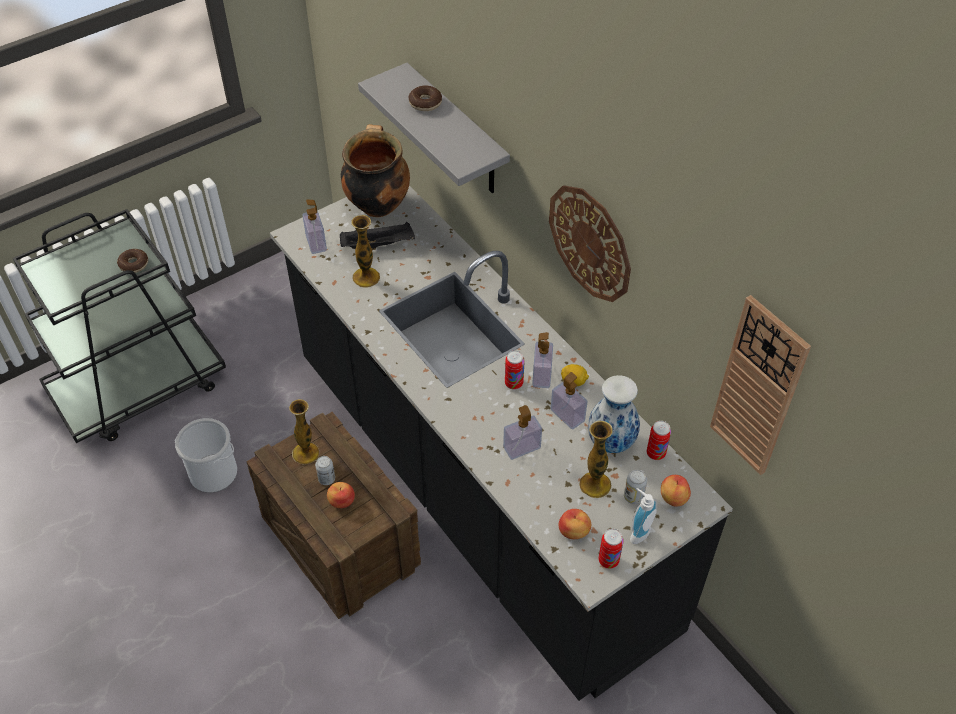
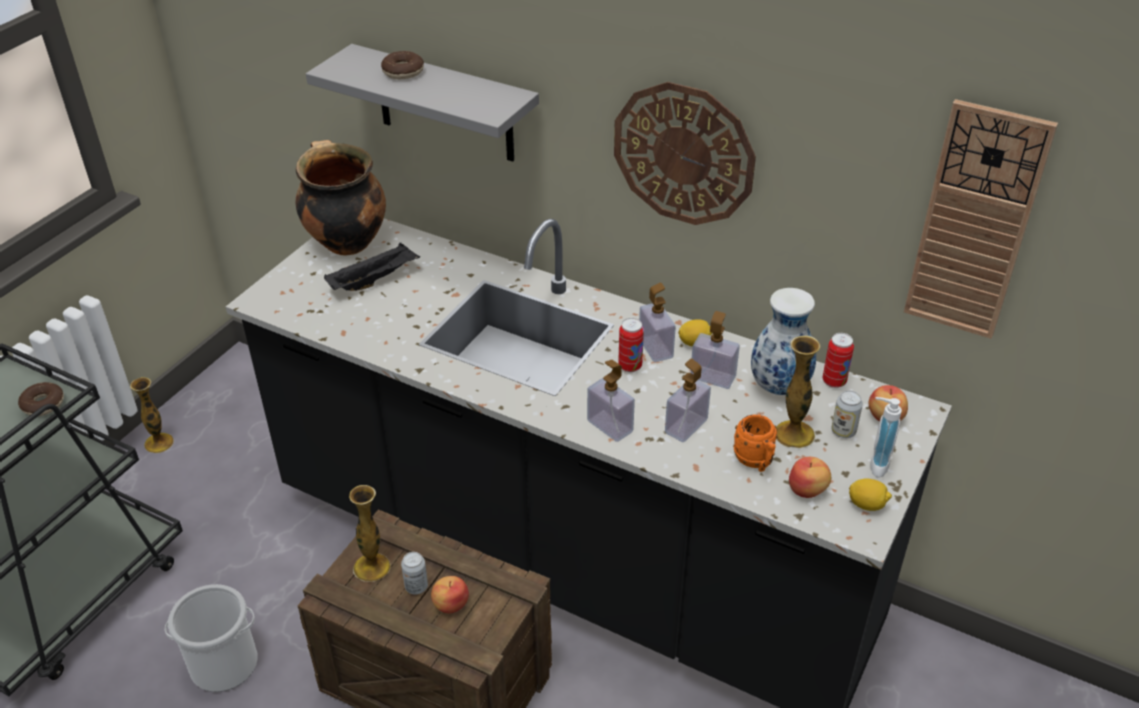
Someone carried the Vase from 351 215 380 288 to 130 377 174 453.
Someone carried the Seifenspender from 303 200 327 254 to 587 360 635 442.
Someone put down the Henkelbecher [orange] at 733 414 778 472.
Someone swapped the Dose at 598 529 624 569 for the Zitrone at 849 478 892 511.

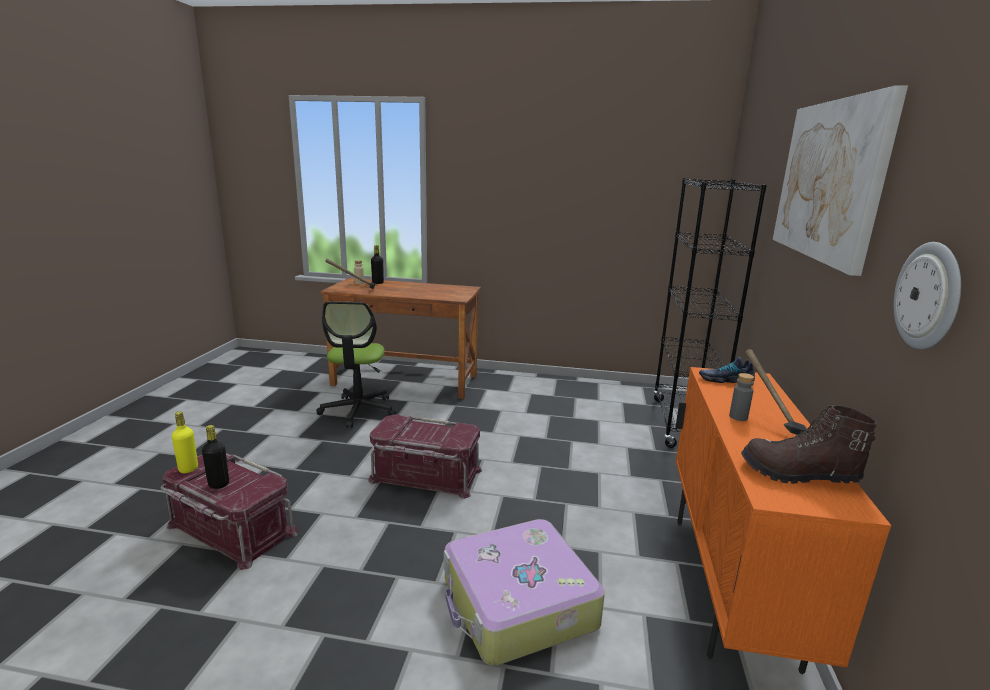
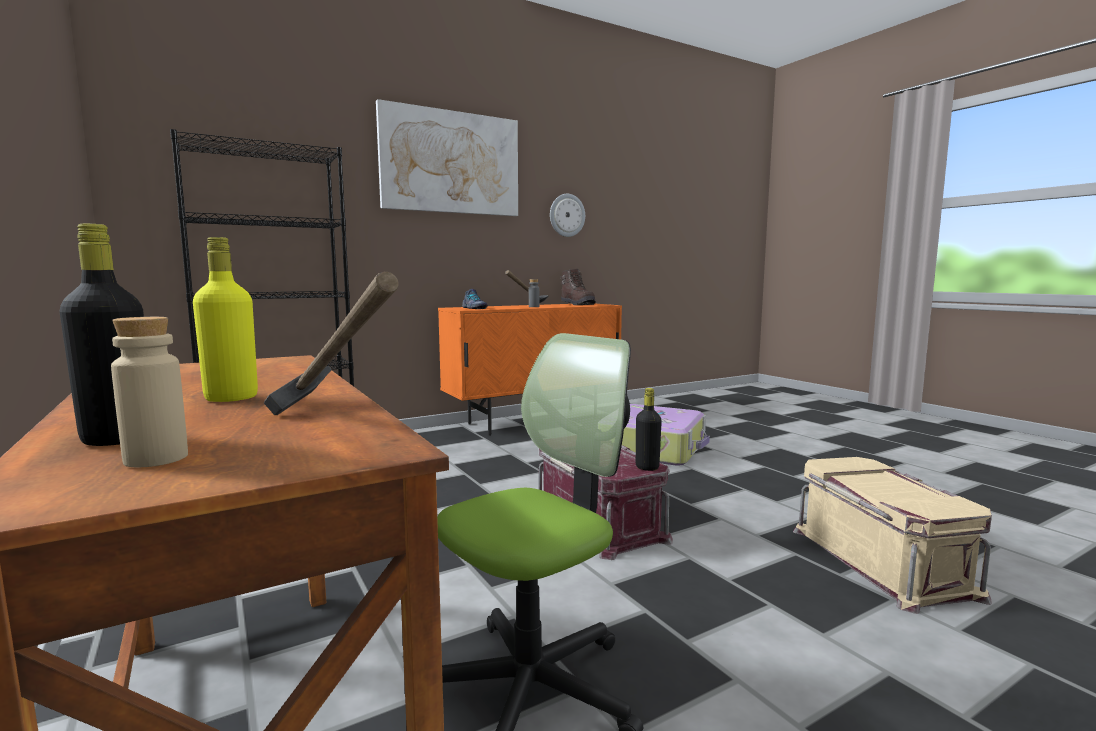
Someone carried the Flasche [gelb] from 172 411 198 473 to 193 237 258 402.
Someone carried the Flasche [schwarz] from 202 425 229 489 to 636 388 662 471.
Someone repainted the Aufbewahrungsbox [rot] at 161 453 298 570, which became the Aufbewahrungsbox [beige] at 793 457 992 614.

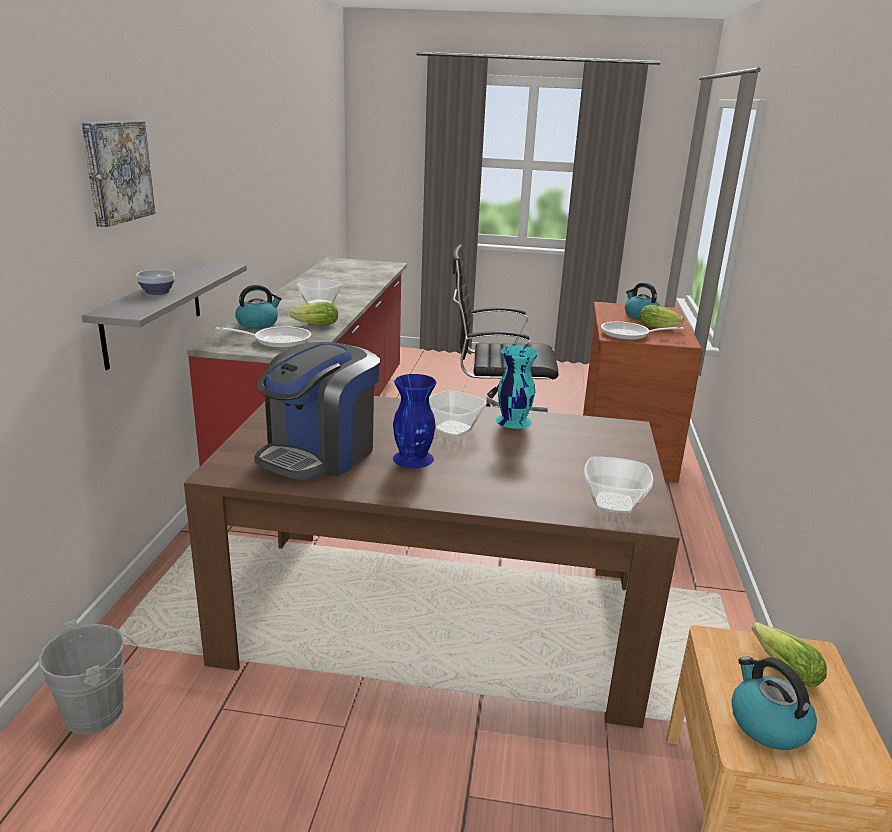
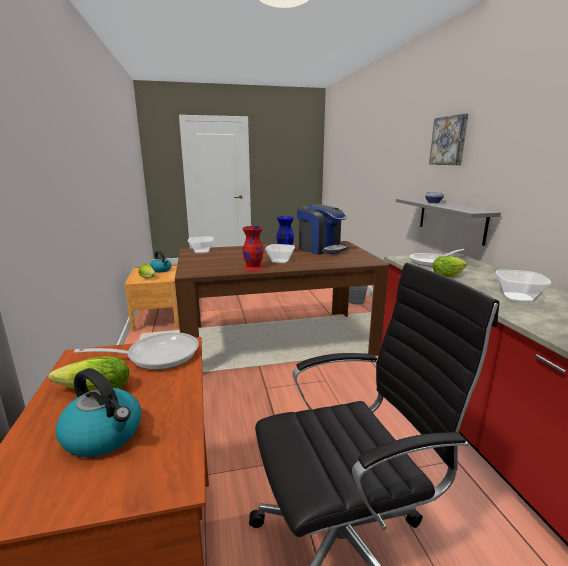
Someone repainted the Vase [türkis] at 496 346 538 429, which became the Vase [rot] at 242 226 264 271.
Someone rotated the Kaffeemaschine at 254 342 380 480 by 120 degrees clockwise.
Someone took away the Wasserkessel at 235 285 282 328.

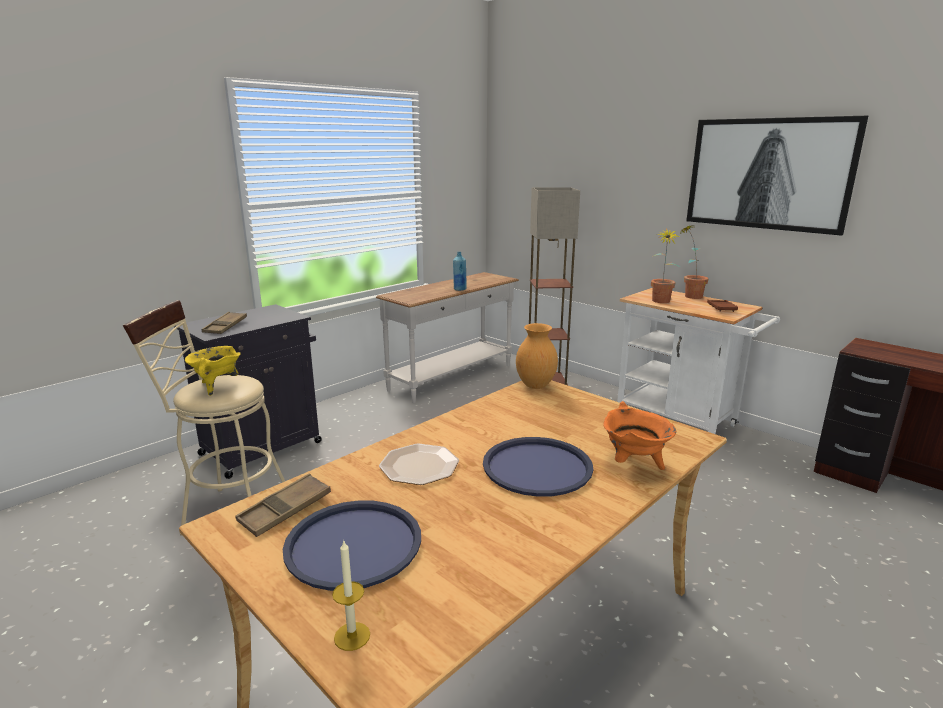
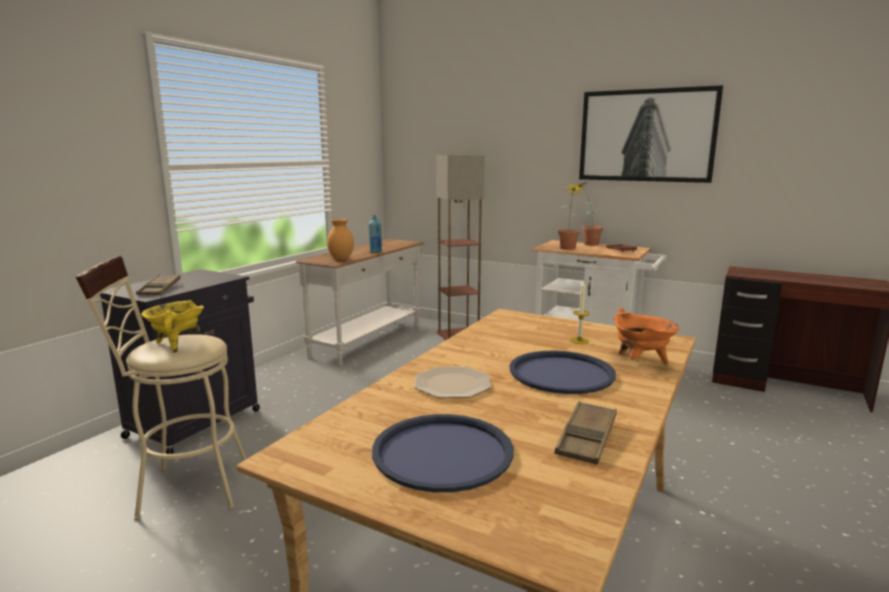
Someone carried the Vase [braun] from 516 323 558 389 to 327 219 354 260.
Someone carried the Tablett [braun] from 235 474 331 537 to 554 401 617 465.
Someone carried the Kerze from 332 541 370 651 to 570 280 590 344.

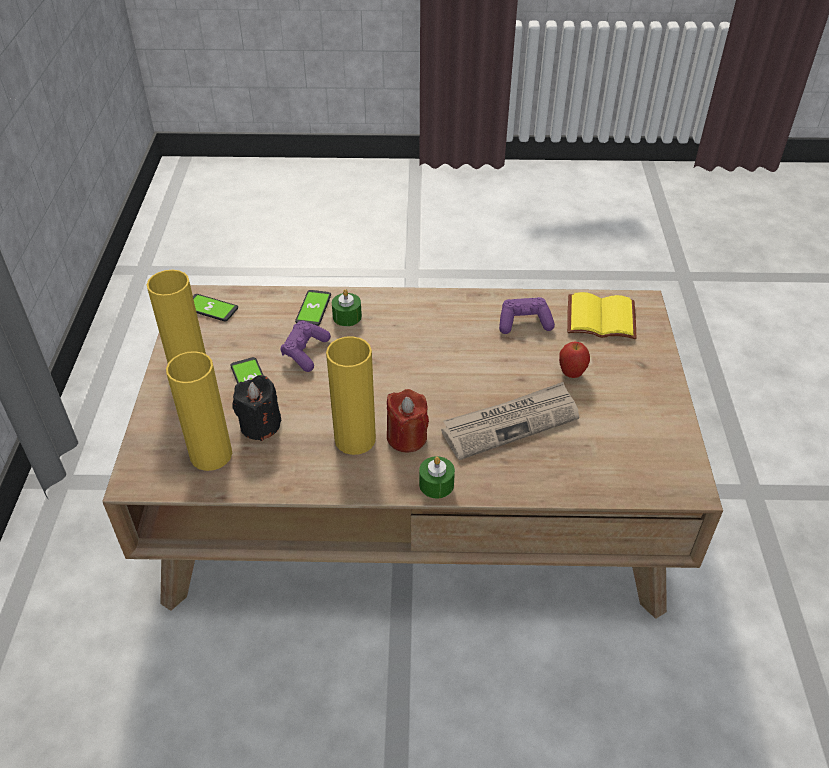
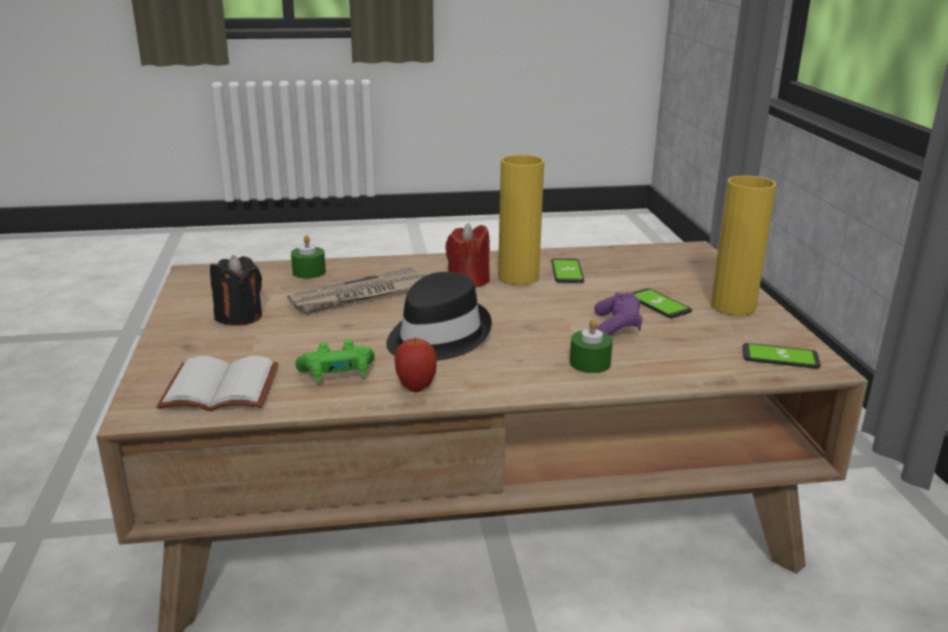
Someone repainted the Buch [gelb] at 567 292 636 339, which became the Buch [weiß] at 156 356 278 411.
Someone carried the Kerze [schwarz] from 232 375 282 441 to 210 255 262 326.
Someone carried the Kerze [grün] from 419 456 455 498 to 291 235 326 279.
Someone repainted the Gamepad [lila] at 499 297 555 334, which became the Gamepad [grün] at 295 339 375 382.
Someone put down the Hut [schwarz] at 386 272 492 361.
Someone carried the Apfel from 559 342 590 378 to 395 338 437 392.
Someone carried the Handy from 295 290 331 326 to 551 258 584 283.
Someone took away the Vase [gelb] at 166 351 232 471.

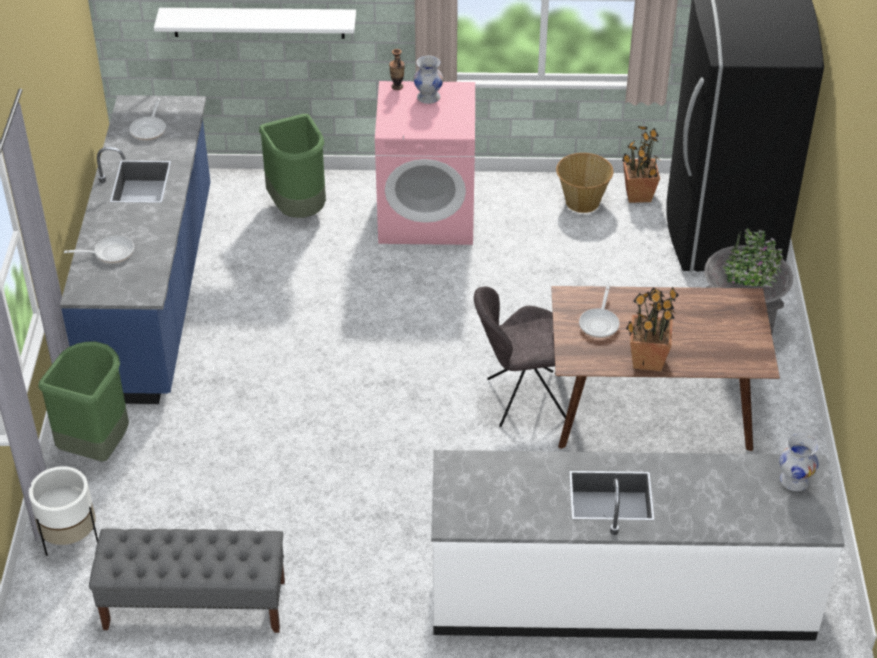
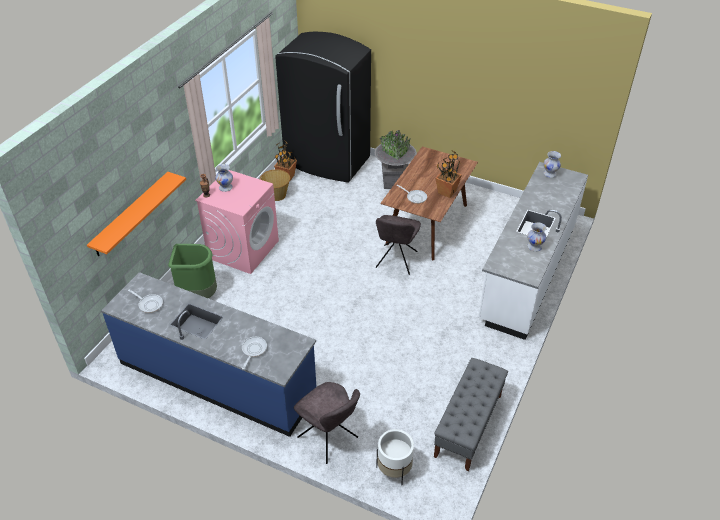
Someone repainted the Wandregal [weiß] at 154 8 356 39, which became the Wandregal [orange] at 87 172 186 256.
Someone swapped the Mülleimer [grün] at 39 341 129 461 for the Stuhl [grau] at 293 382 360 464.
Someone put down the Vase [weiß] at 527 222 546 252.

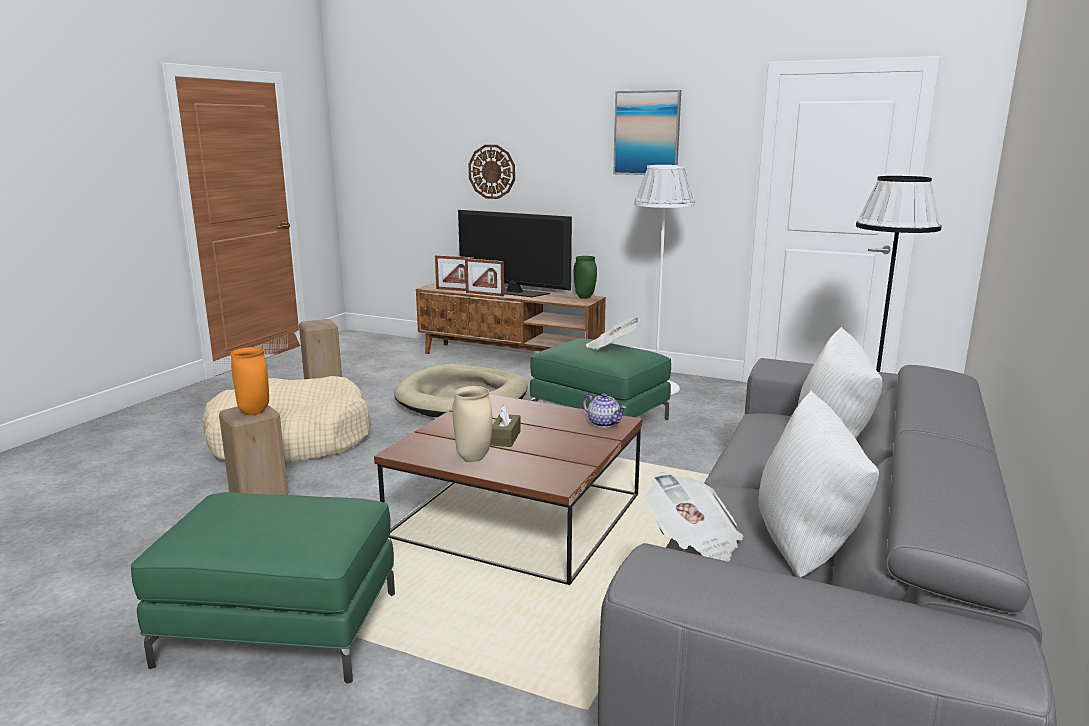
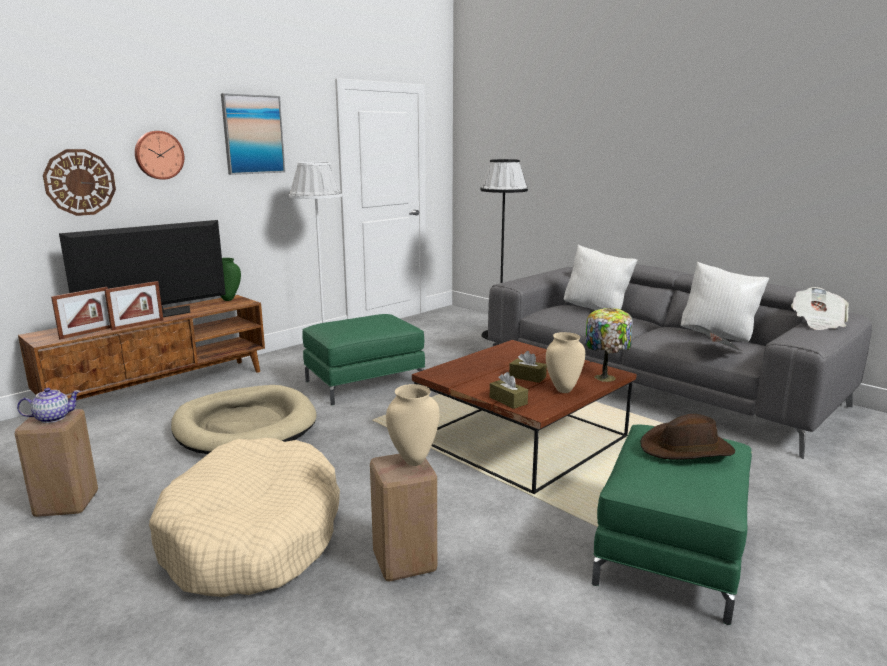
Someone carried the Teekanne from 583 393 626 428 to 17 388 80 423.
Someone put up the Wanduhr at 135 131 184 180.
Someone repainted the Vase [orange] at 231 347 269 415, which became the Vase [beige] at 386 384 440 466.
Someone put down the Taschentuchbox [braun] at 490 372 528 409.
Someone put down the Tischlampe at 585 308 632 382.
Someone put down the Hut [braun] at 640 414 735 460.
Someone carried the Zeitung from 585 317 641 350 to 791 287 849 330.

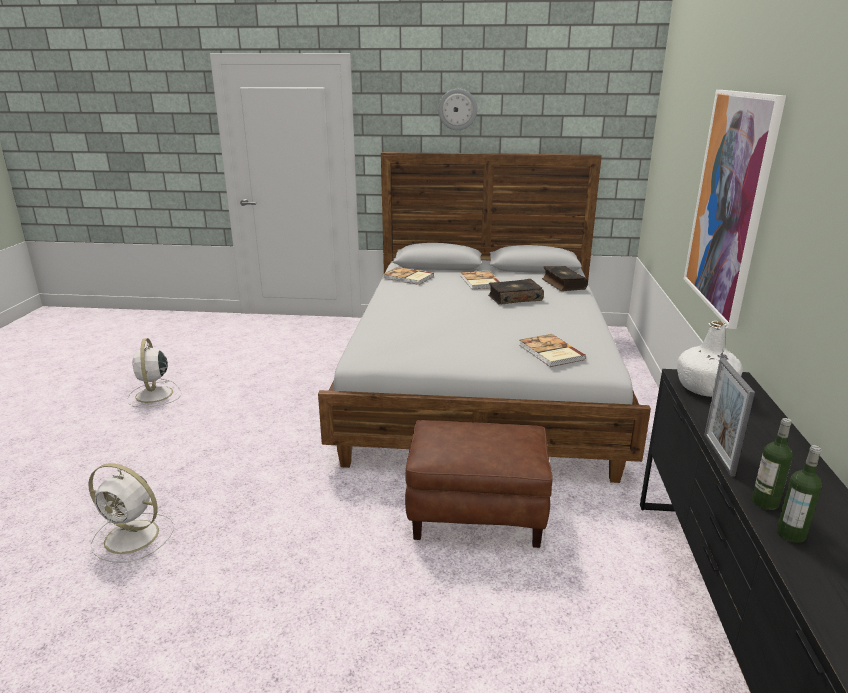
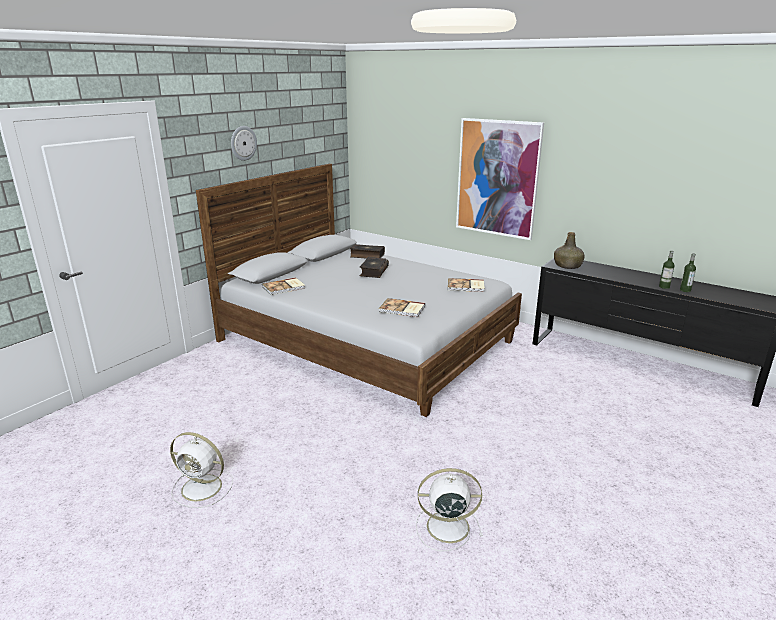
Someone carried the Buch from 461 271 500 289 to 379 298 425 317.
Someone rotated the Ventilator [weiß] at 88 463 174 562 by 135 degrees counterclockwise.
Someone repainted the Flasche [weiß] at 677 321 743 397, which became the Flasche [grün] at 554 232 585 269.
Someone took away the Polsterhocker [braun] at 405 420 553 548.
Someone took away the Bilderrahmen at 704 358 755 477.

